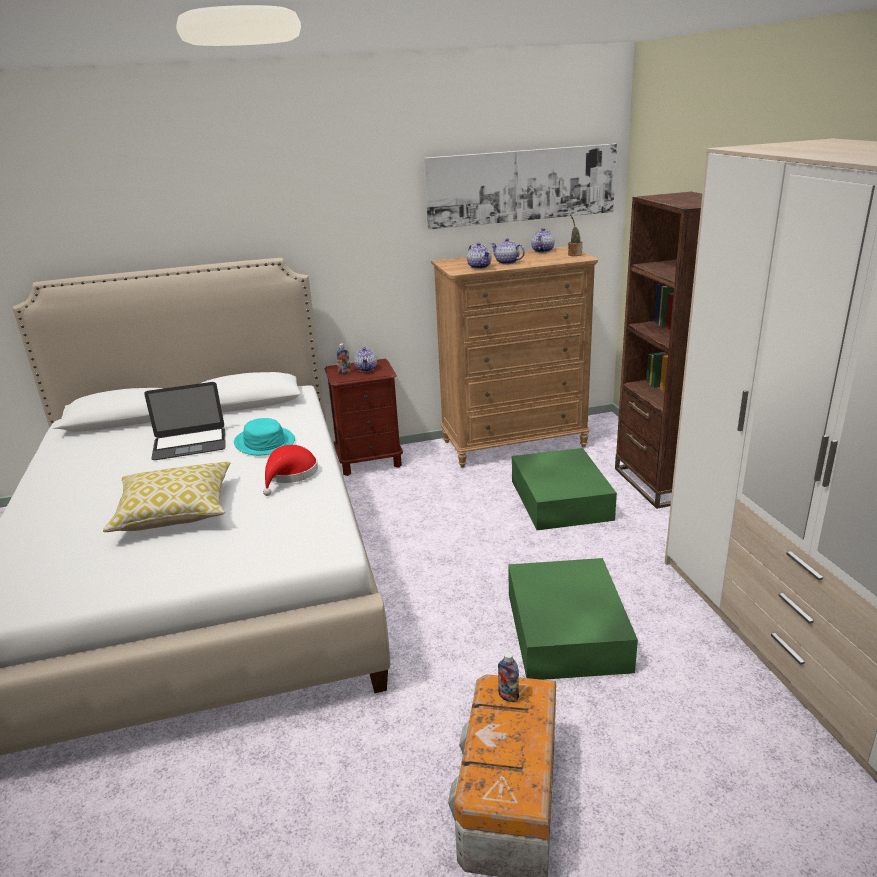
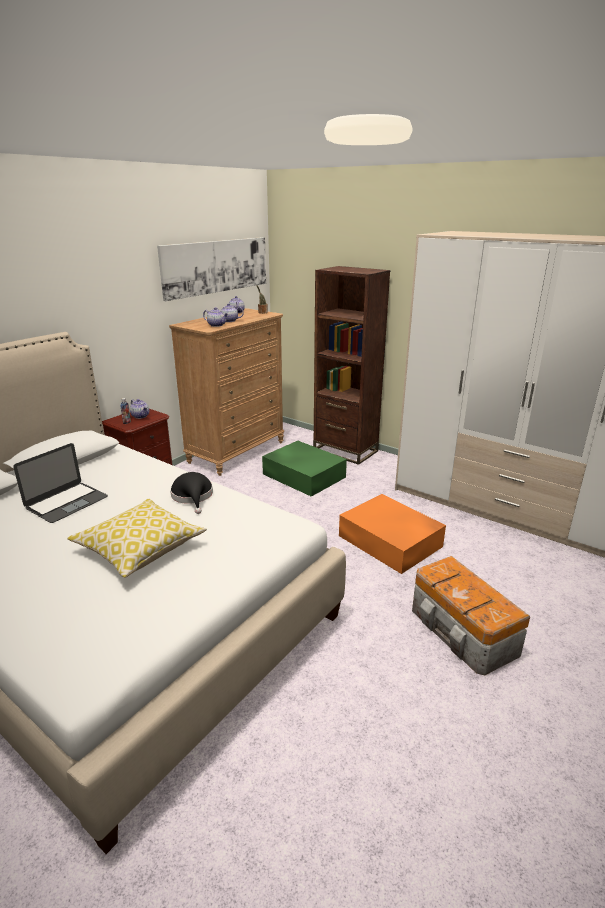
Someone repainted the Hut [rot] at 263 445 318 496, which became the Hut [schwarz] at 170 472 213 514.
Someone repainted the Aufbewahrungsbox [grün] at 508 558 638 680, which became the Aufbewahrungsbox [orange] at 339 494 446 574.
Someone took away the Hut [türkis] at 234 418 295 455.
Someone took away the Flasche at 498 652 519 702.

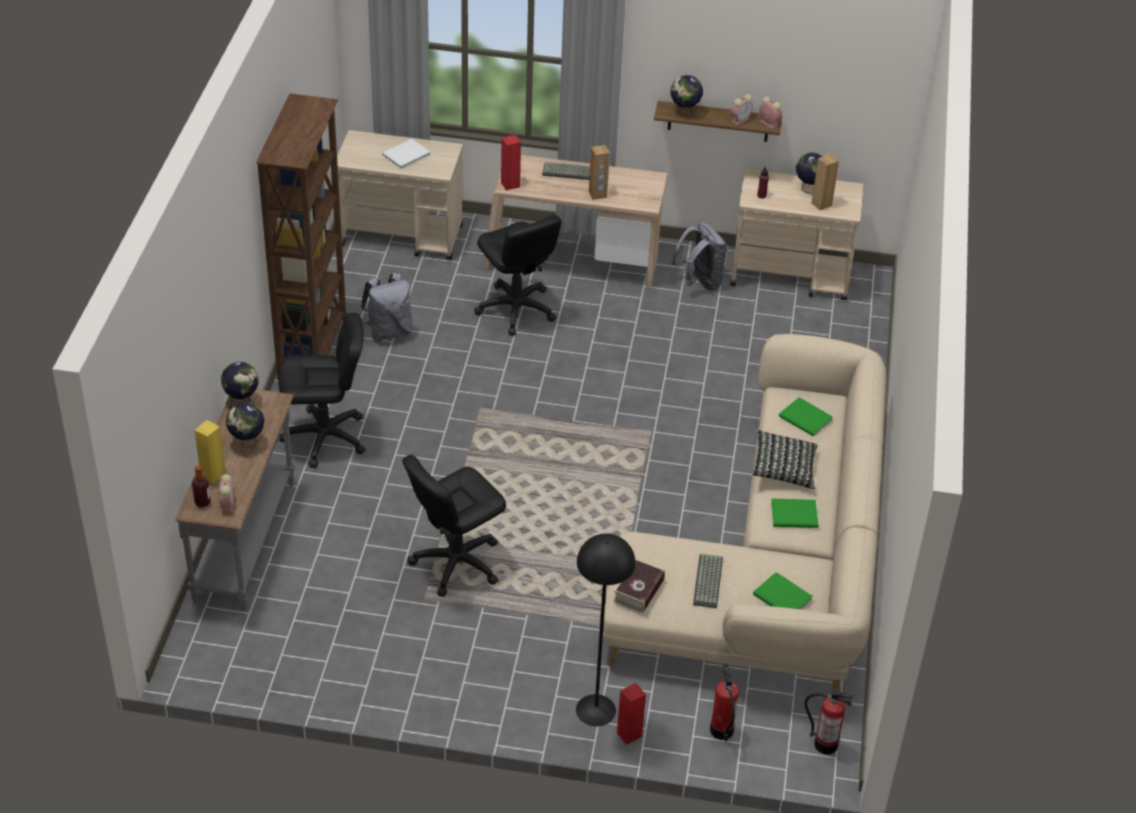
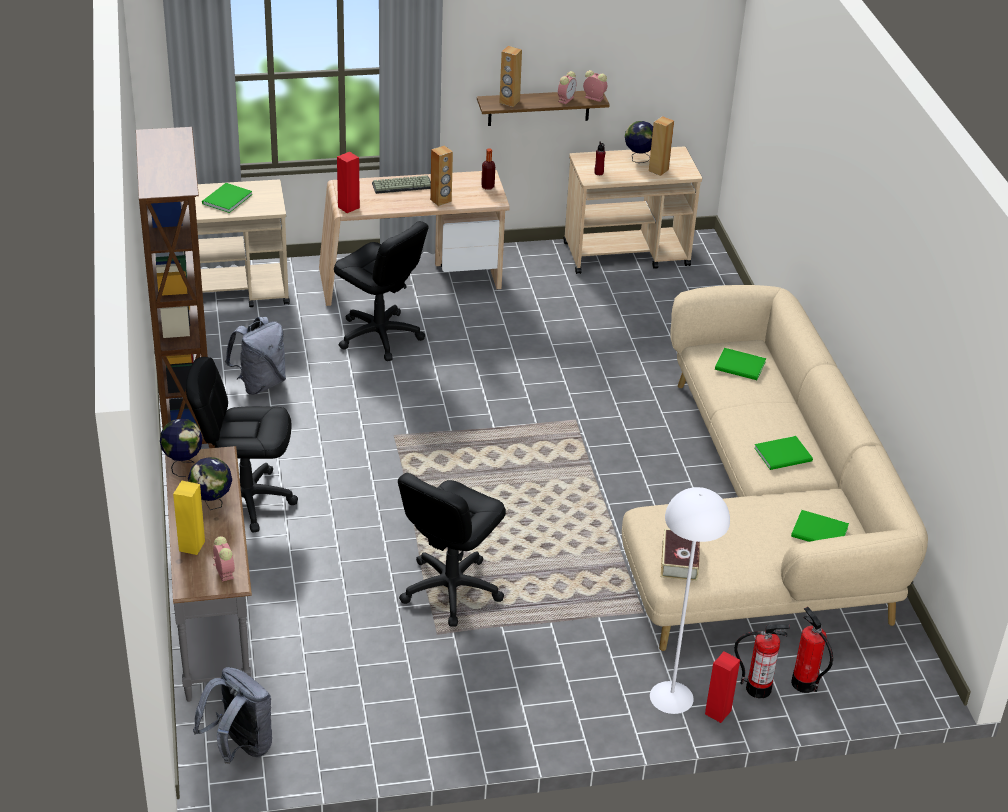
Someone rotated the Bürostuhl [schwarz] at 278 313 366 468 by 150 degrees counterclockwise.
Someone carried the Rucksack [grau] from 671 222 727 291 to 193 667 272 764.
Someone repainted the Buch [weiß] at 382 139 430 169, which became the Buch [grün] at 202 183 252 213.
Someone carried the Flasche from 192 466 211 508 to 481 148 495 190.
Someone swapped the Globus at 671 75 703 117 for the Lautsprecher [braun] at 499 46 522 107.
Someone repainted the Stehlampe [schwarz] at 576 533 636 726, which became the Stehlampe [weiß] at 650 487 730 714.
Someone carried the Feuerlöscher from 804 691 854 754 to 734 624 790 698.
Someone took away the Tastatur at 693 554 723 608.
Someone took away the Kissen at 752 430 818 489.

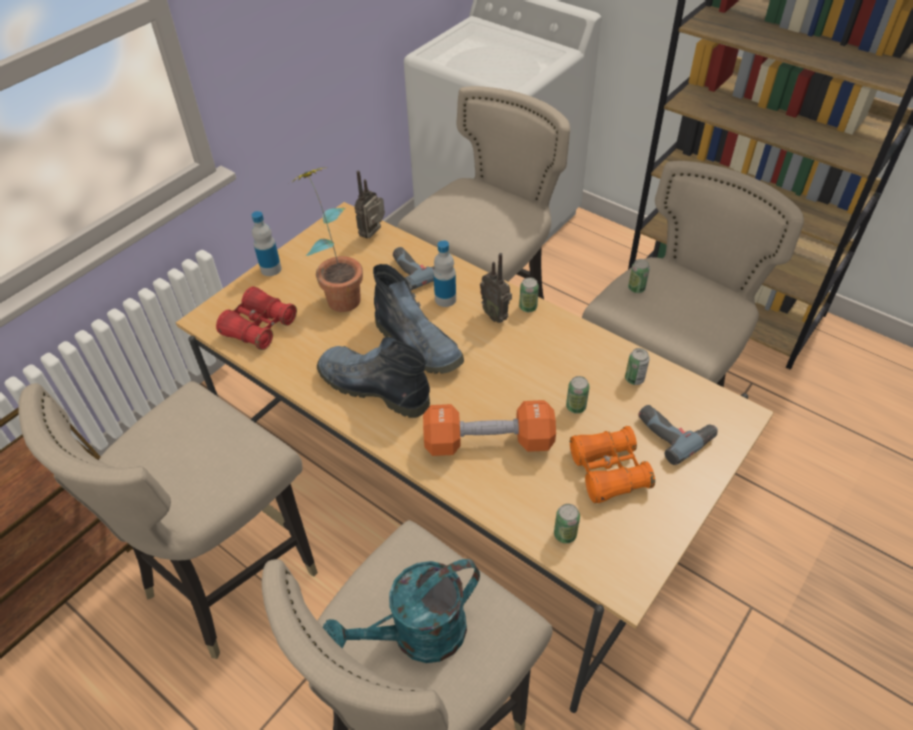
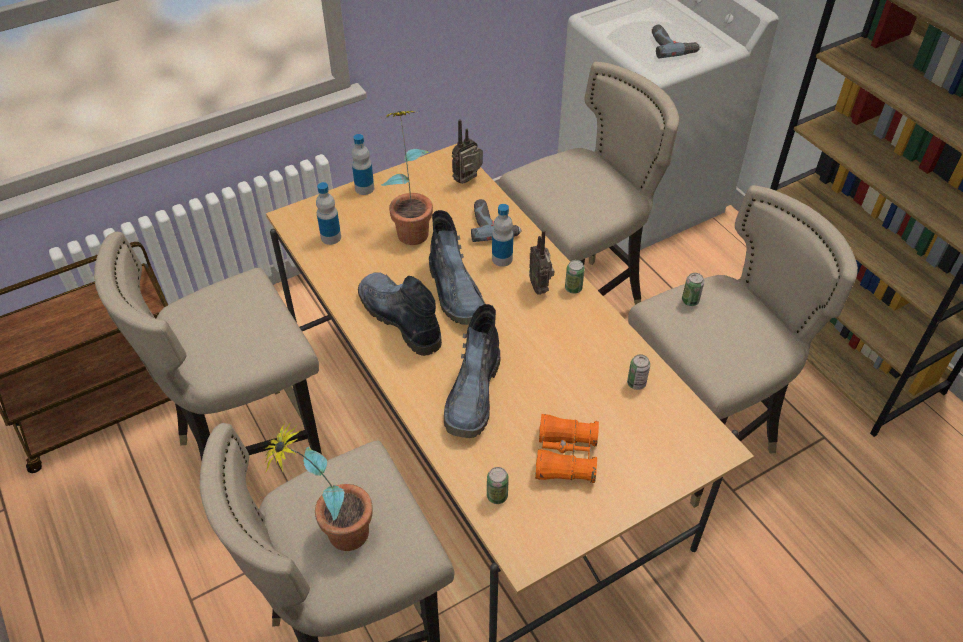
Someone swapped the Gießkanne [türkis] at 323 559 480 663 for the Topfpflanze at 264 422 373 551.
Someone swapped the Fernglas [rot] at 216 287 297 350 for the Flasche at 316 182 341 245.
Someone swapped the Hantel [orange] at 423 400 556 456 for the Stiefel at 444 304 501 438.
Someone carried the Bohrmaschine from 638 405 718 465 to 652 24 700 58.
Someone took away the Dose at 566 376 590 414.

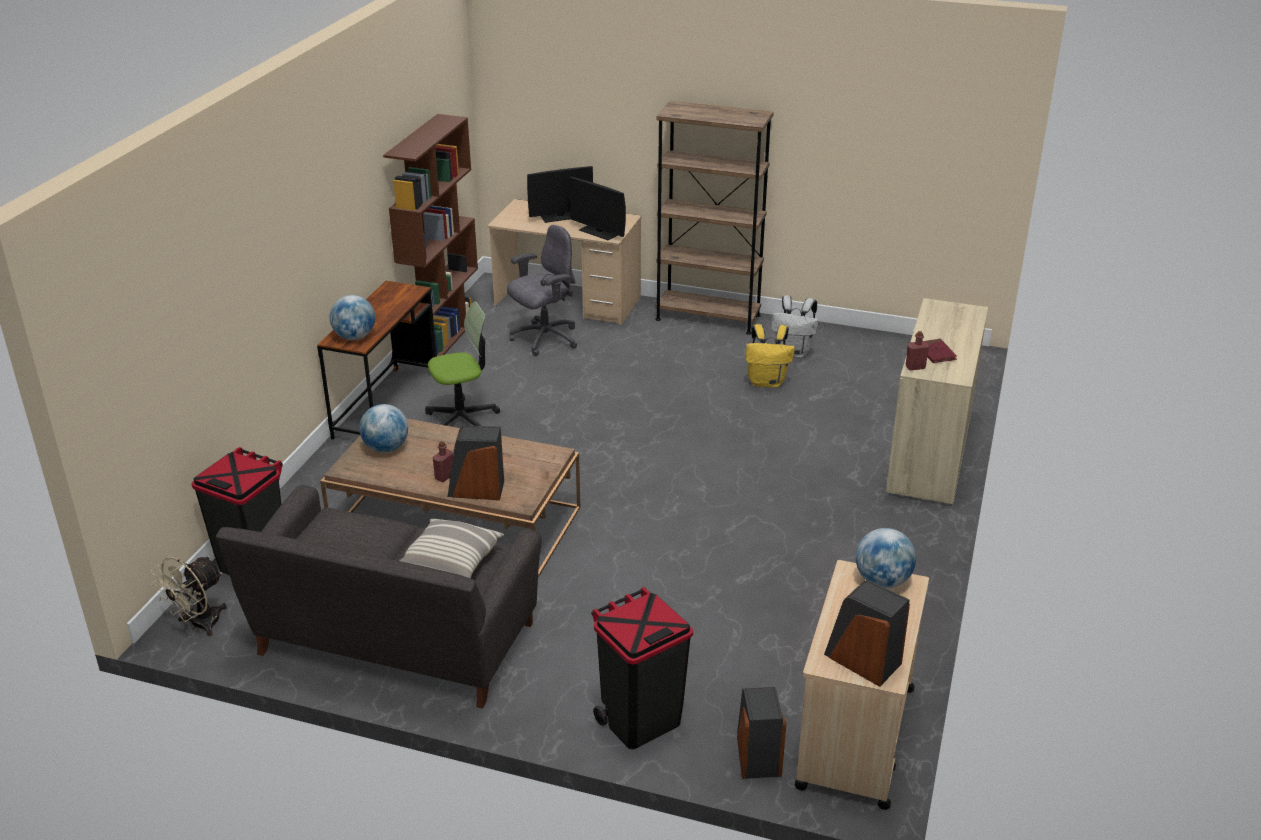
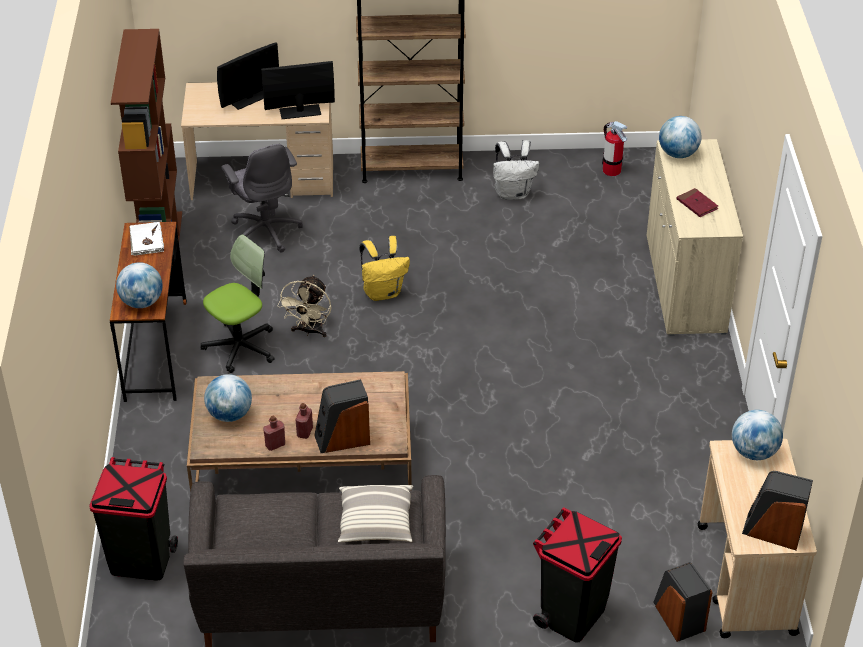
Someone put down the Buch [weiß] at 129 222 164 256.
Someone rotated the Bürostuhl [grau] at 507 225 577 356 by 120 degrees clockwise.
Someone rotated the Monitor at 569 177 626 240 by 150 degrees clockwise.
Someone carried the Flasche [rot] from 905 331 929 371 to 263 415 285 451.
Someone carried the Ventilator [beige] from 151 556 227 636 to 278 275 332 337.
Someone carried the Rucksack [gelb] from 746 324 795 387 to 359 236 410 301.
Someone put down the Feuerlöscher at 602 121 627 176.
Someone put down the Globus at 659 116 702 158.

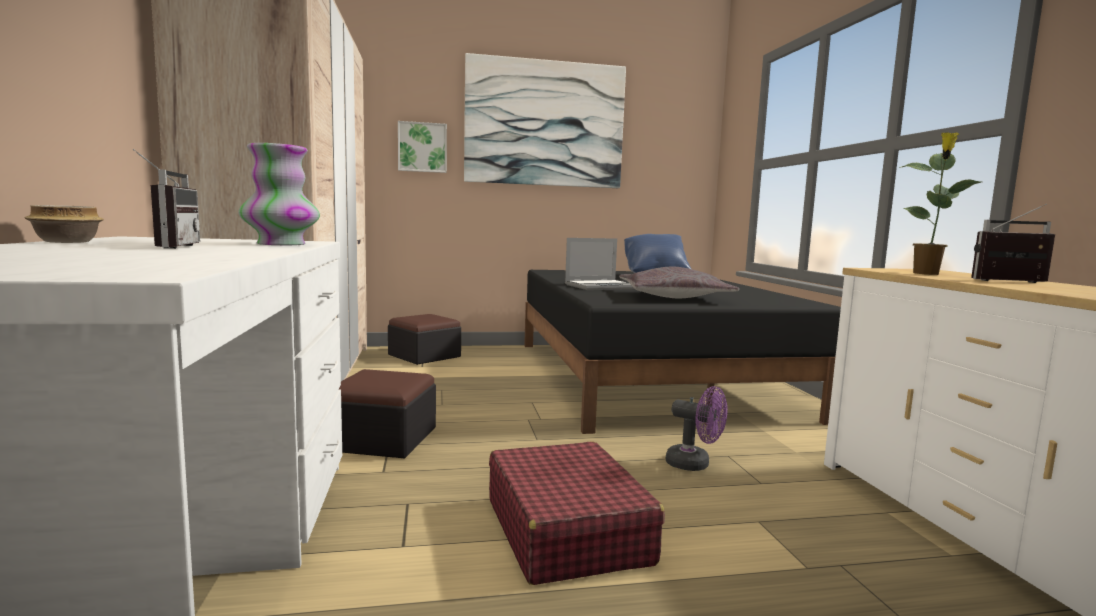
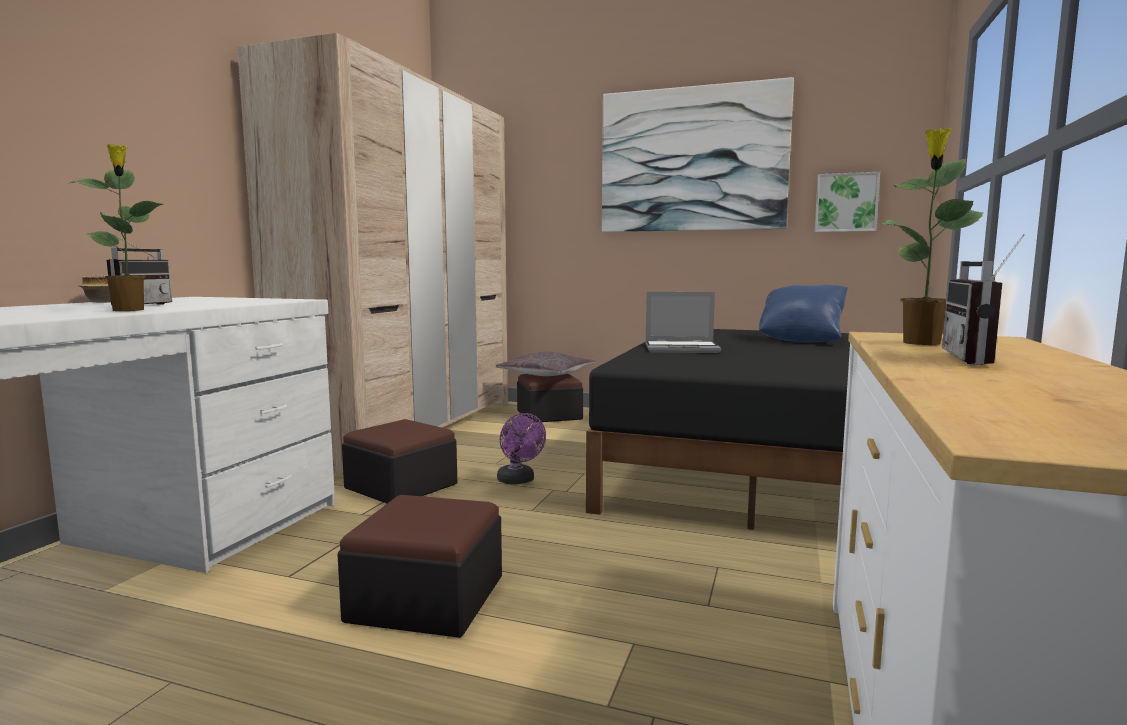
Someone put down the Topfpflanze at 70 144 163 311.
Someone swapped the Koffer [rot] at 489 442 665 585 for the Polsterhocker at 337 495 502 638.
Someone carried the Kissen [grau] from 619 267 739 298 to 496 352 596 376.
Someone carried the Ventilator [lila] from 666 386 728 471 to 497 413 546 485.
Someone carried the Bild from 398 121 447 173 to 815 172 880 232.
Someone rotated the Radio at 971 204 1055 283 by 105 degrees counterclockwise.
Someone took away the Vase at 238 143 320 245.

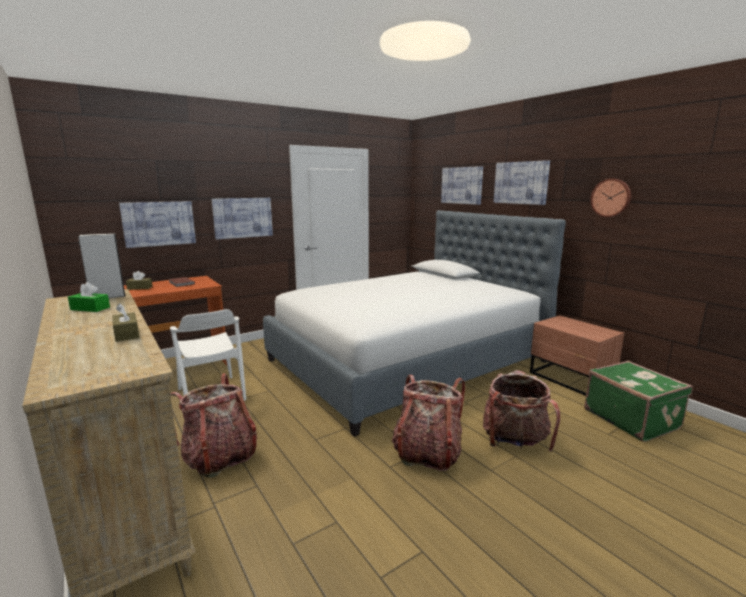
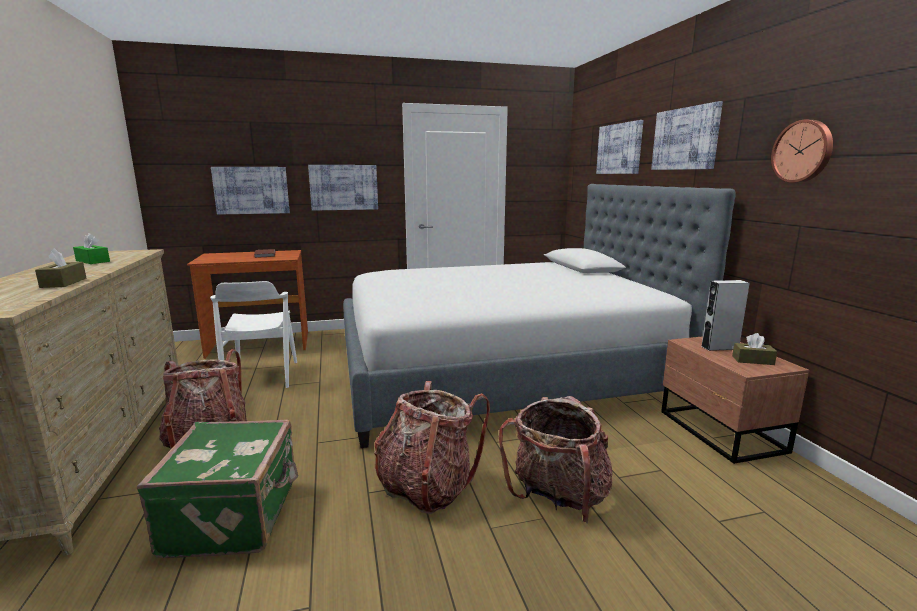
Someone carried the Koffer [grün] from 584 361 693 442 to 137 419 298 558.
Someone carried the Lautsprecher [grau] from 78 233 126 298 to 701 280 750 351.
Someone carried the Taschentuchbox [braun] from 126 271 153 290 to 732 333 777 365.

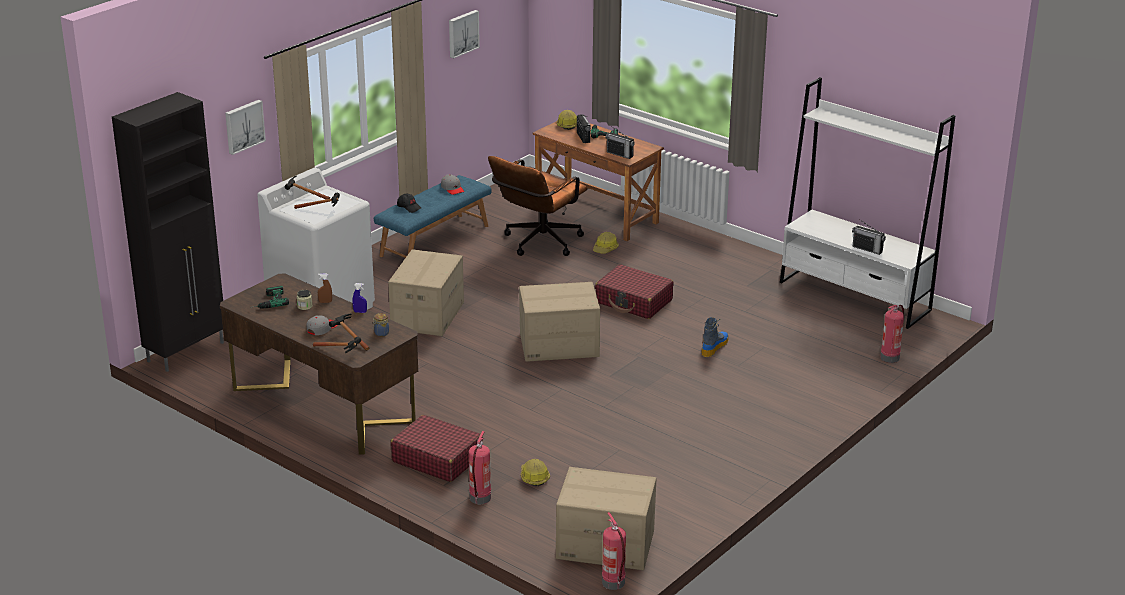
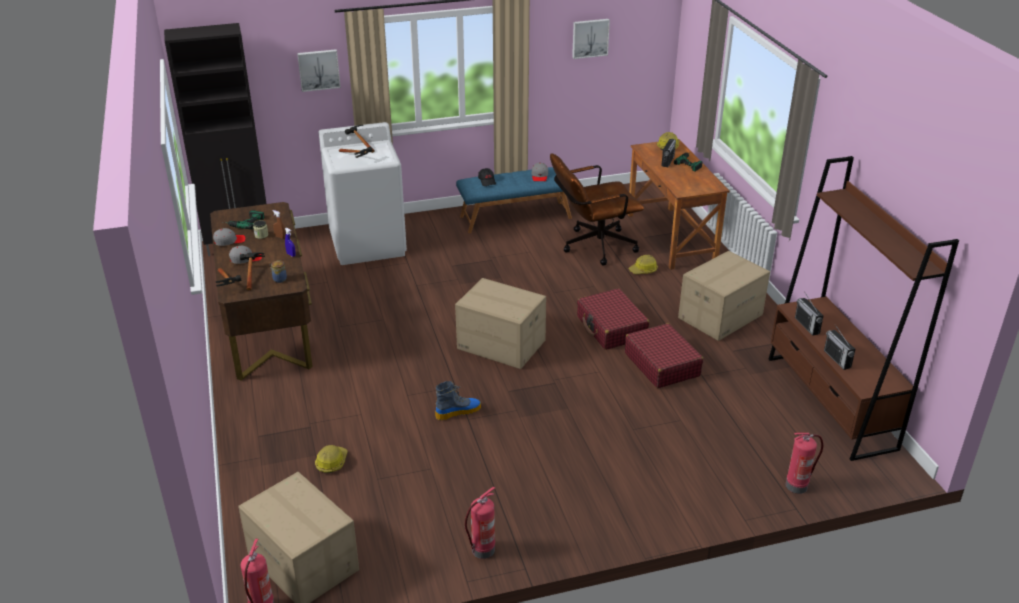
Someone put down the Kappe [grau] at 213 228 246 246.
Someone carried the Stiefel from 701 317 729 357 to 435 381 481 420.
Someone carried the Feuerlöscher from 469 431 491 504 to 465 487 495 559.
Someone carried the Koffer [rot] from 391 415 483 482 to 625 323 703 388.
Someone carried the Karton from 388 249 464 336 to 678 251 770 341.
Someone repainted the Bücherregal [weiß] at 780 77 955 329, which became the Bücherregal [braun] at 768 156 959 461.
Someone carried the Radio from 605 126 635 159 to 795 292 824 336.

